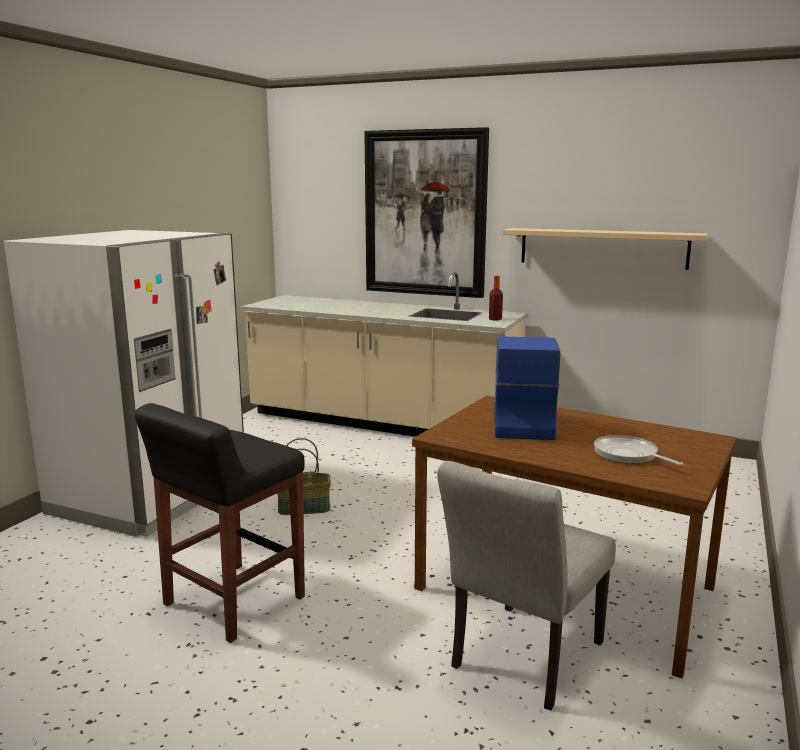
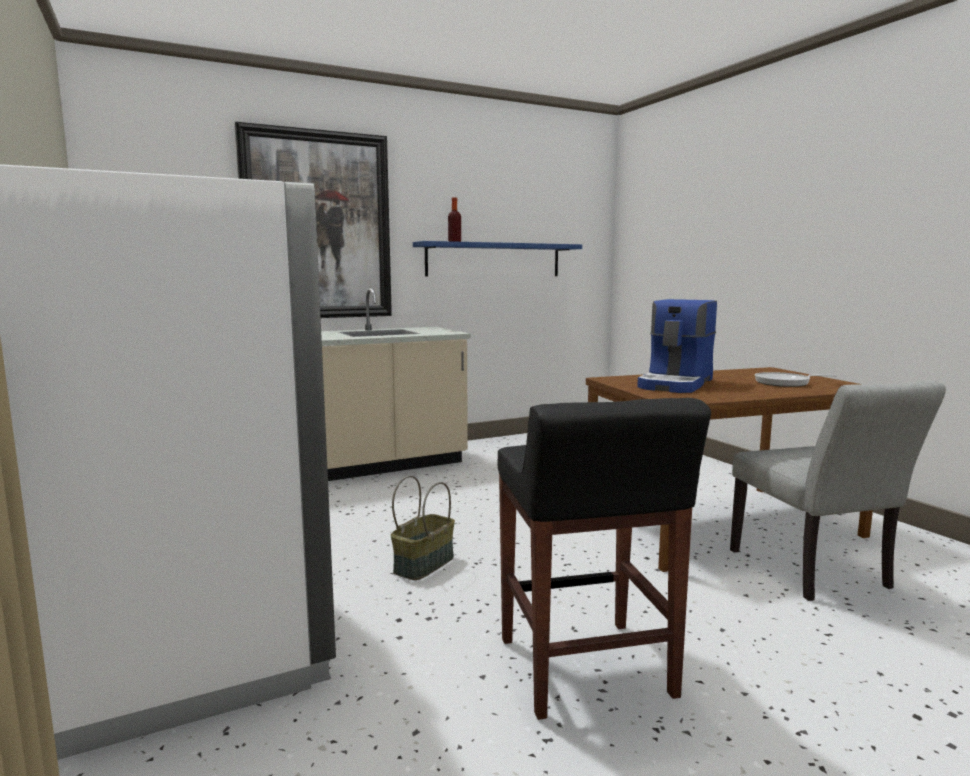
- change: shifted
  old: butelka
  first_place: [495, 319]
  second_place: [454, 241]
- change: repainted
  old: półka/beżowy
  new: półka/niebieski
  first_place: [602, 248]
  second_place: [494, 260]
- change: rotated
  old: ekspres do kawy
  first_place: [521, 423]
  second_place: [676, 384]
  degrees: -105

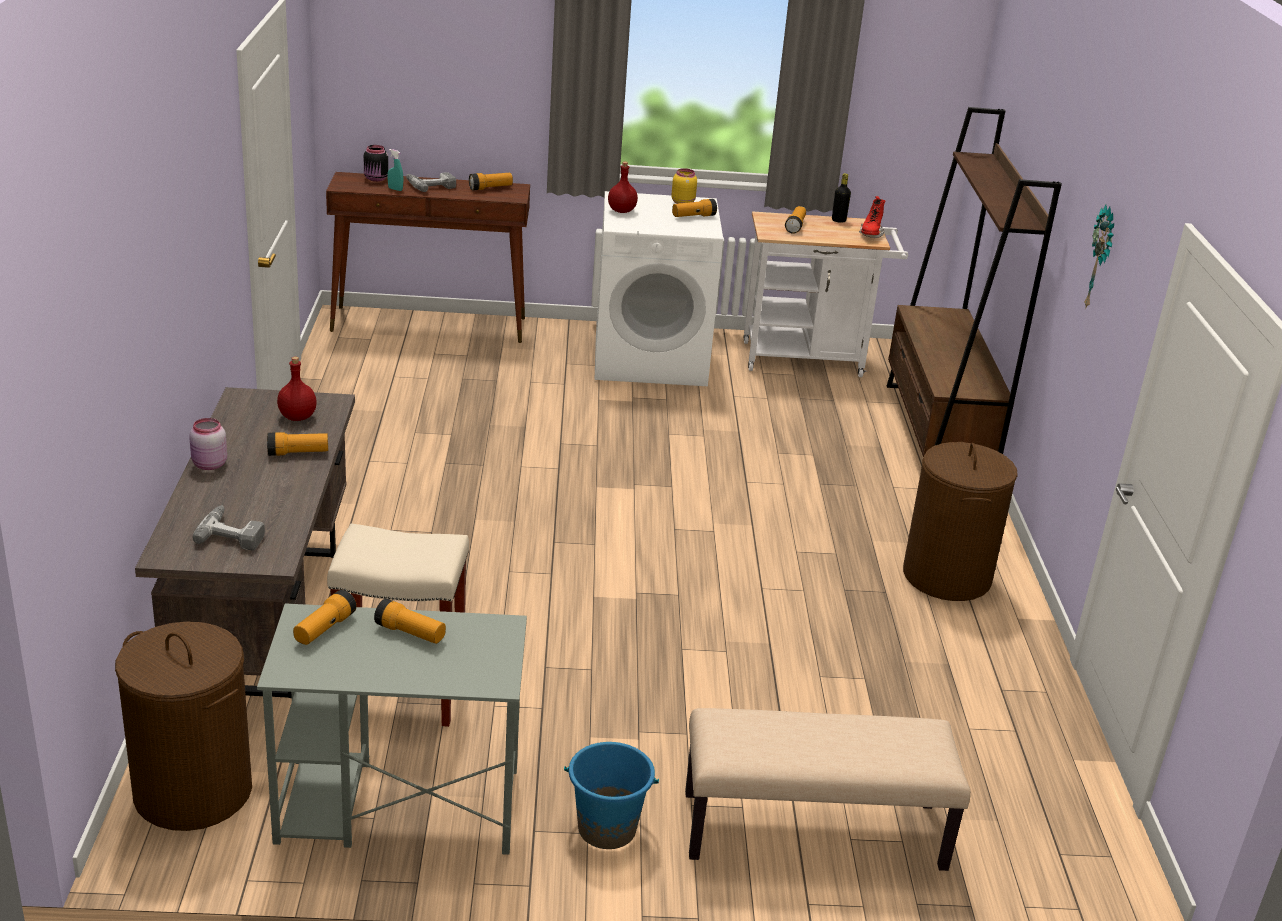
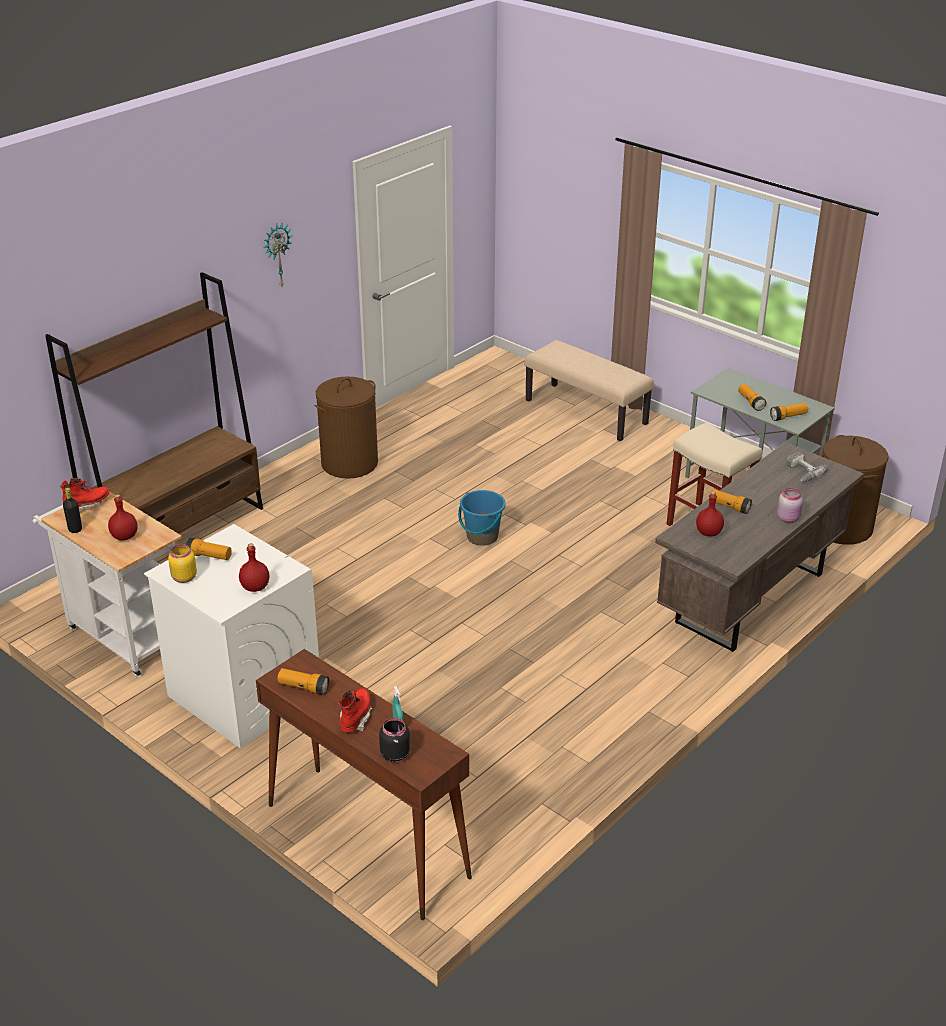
- change: shifted
  old: wiadro/niebieski
  first_place: [607, 829]
  second_place: [482, 537]
- change: swapped
  old: wiertarka
  new: but z cholewką/czerwony
  first_place: [430, 185]
  second_place: [355, 718]
- change: swapped
  old: latarka
  new: butelka/czerwony
  first_place: [795, 226]
  second_place: [124, 536]

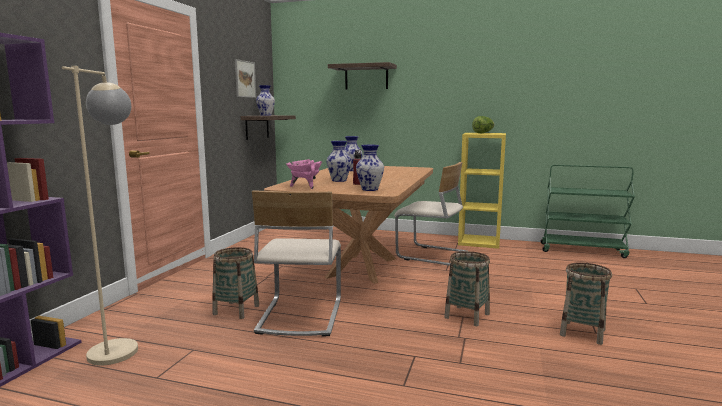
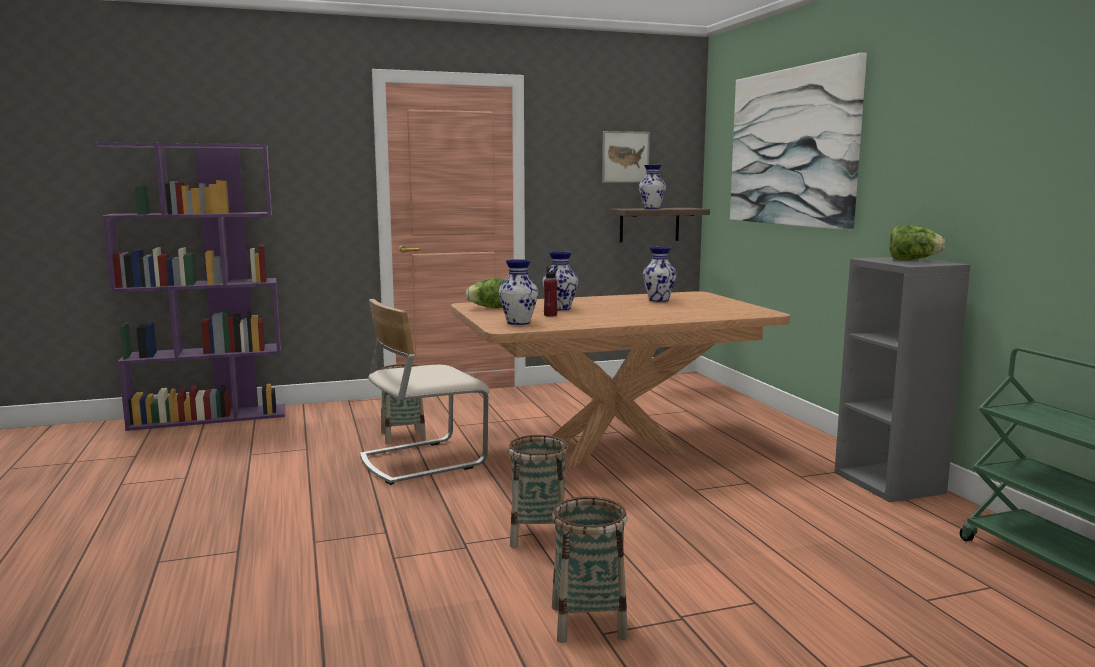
- change: gone
  old: lampa stojąca/beżowy
  first_place: [121, 345]
- change: gone
  old: krzesło/beżowy
  first_place: [432, 256]
- change: swapped
  old: garnek/różowy
  new: sałata
  first_place: [305, 187]
  second_place: [489, 308]
- change: swapped
  old: półka
  new: obraz
  first_place: [366, 77]
  second_place: [791, 147]
- change: repainted
  old: regał/żółty
  new: regał/szary
  first_place: [479, 242]
  second_place: [890, 483]

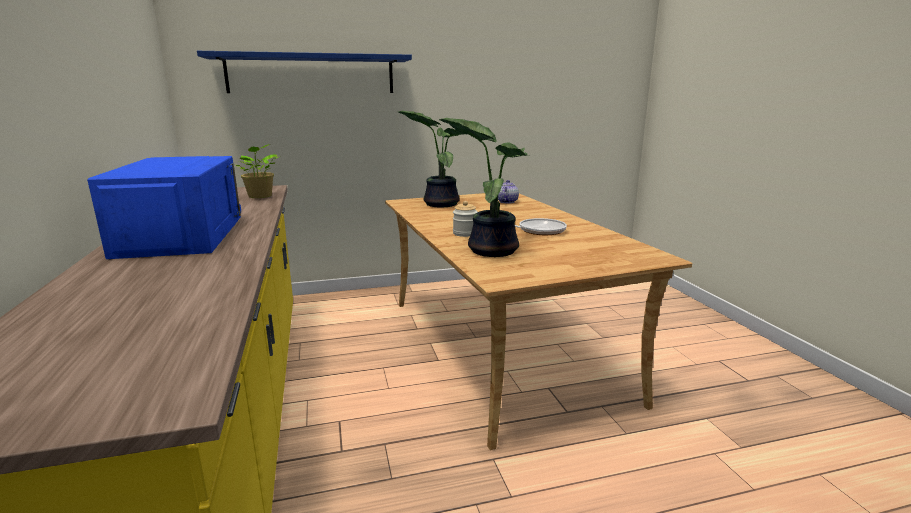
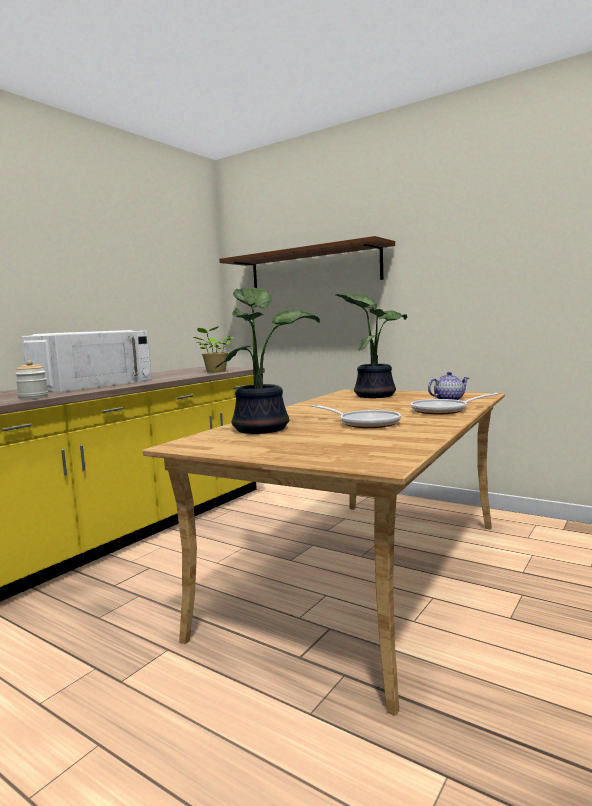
- change: new
  new: patelnia
  second_place: [443, 410]
- change: shifted
  old: słoik
  first_place: [465, 233]
  second_place: [33, 397]
- change: repainted
  old: mikrofalówka/niebieski
  new: mikrofalówka/biały
  first_place: [182, 235]
  second_place: [92, 384]
- change: repainted
  old: półka/niebieski
  new: półka/brązowy
  first_place: [311, 74]
  second_place: [313, 269]

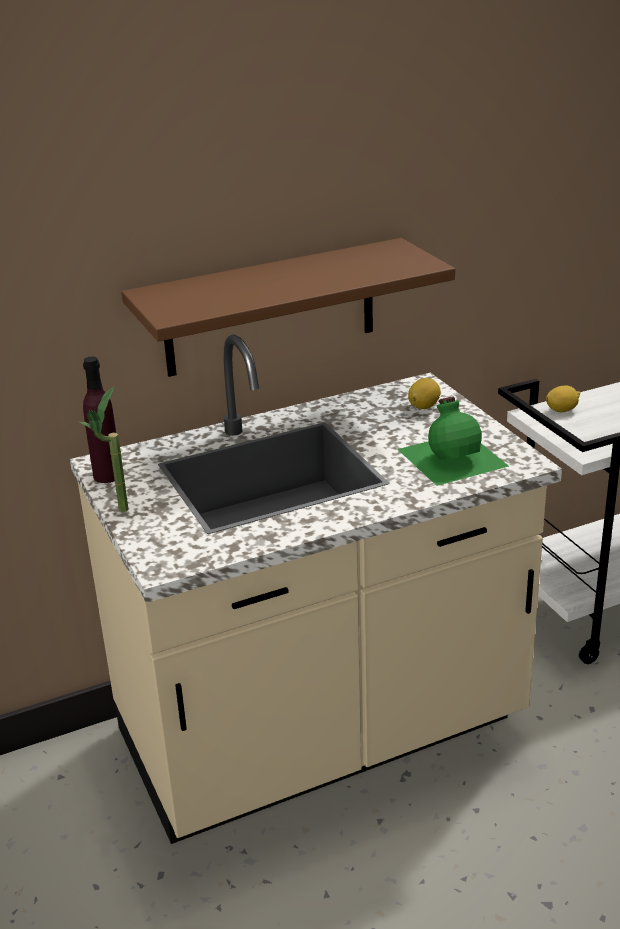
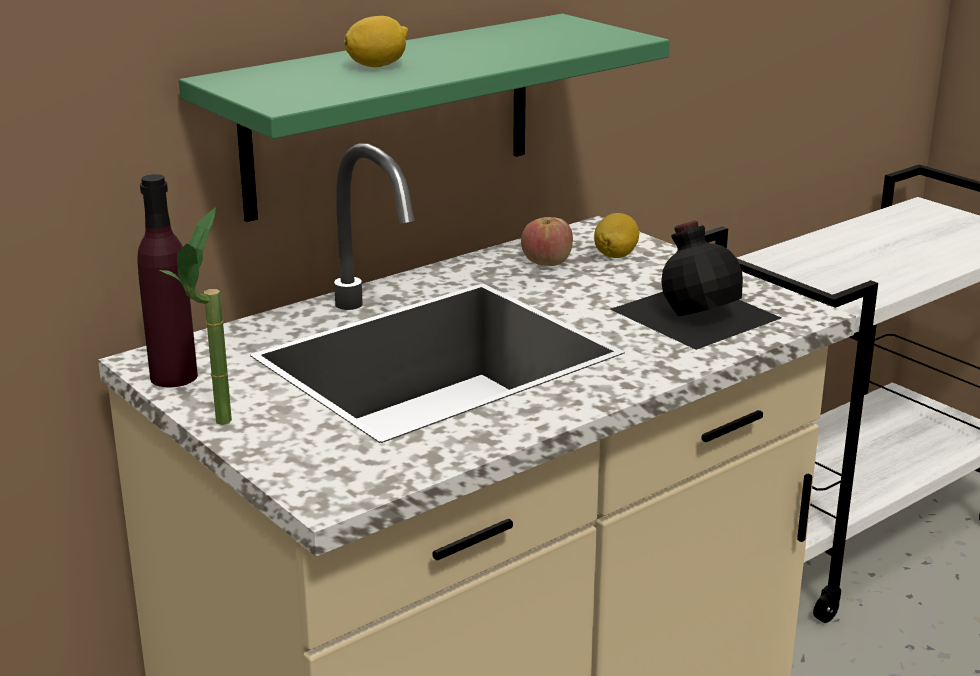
- change: new
  new: jabłko
  second_place: [546, 263]
- change: shifted
  old: cytryna
  first_place: [562, 410]
  second_place: [377, 66]
- change: repainted
  old: półka/brązowy
  new: półka/zielony
  first_place: [270, 308]
  second_place: [390, 115]
- change: repainted
  old: butelka/zielony
  new: butelka/czarny
  first_place: [452, 456]
  second_place: [695, 312]

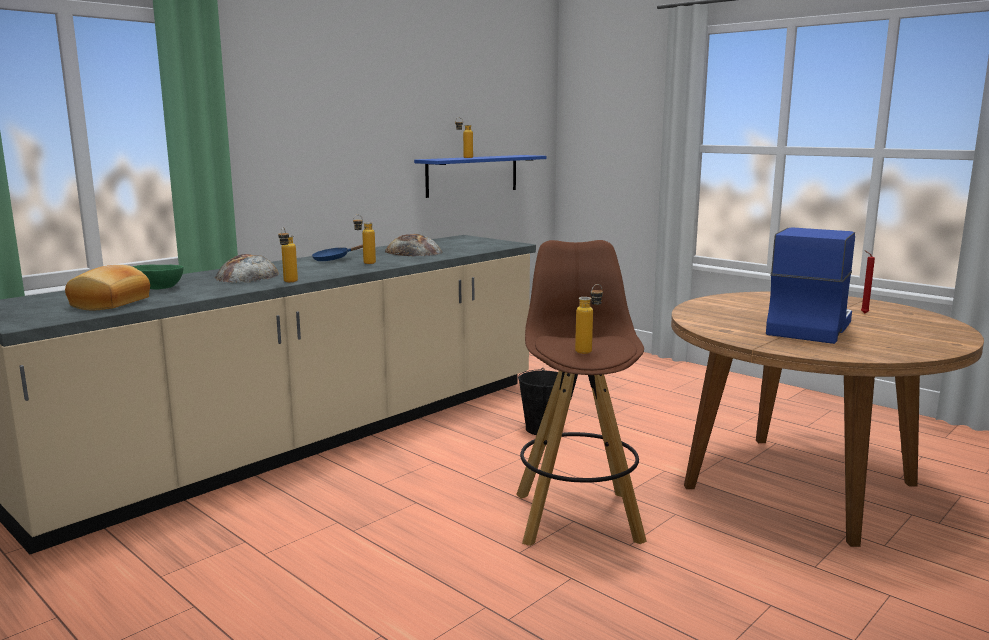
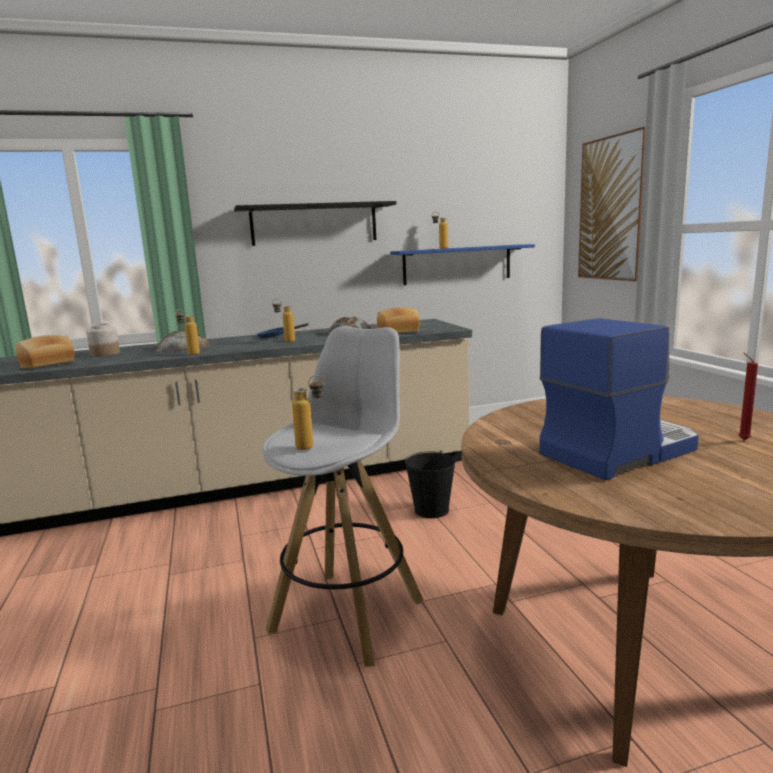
- change: new
  new: półka/czarny
  second_place: [314, 224]
- change: new
  new: chleb
  second_place: [398, 331]
- change: new
  new: obraz
  second_place: [612, 209]
- change: swapped
  old: miska/zielony
  new: słoik
  first_place: [157, 288]
  second_place: [105, 354]
- change: repainted
  old: stołek/brązowy
  new: stołek/biały
  first_place: [577, 516]
  second_place: [348, 614]

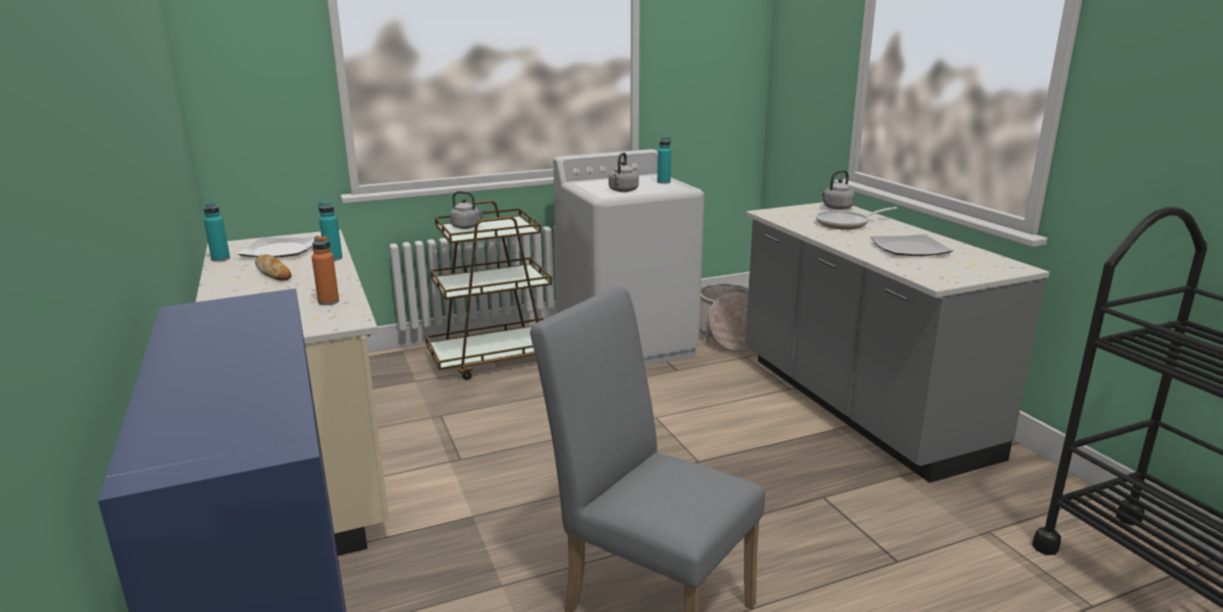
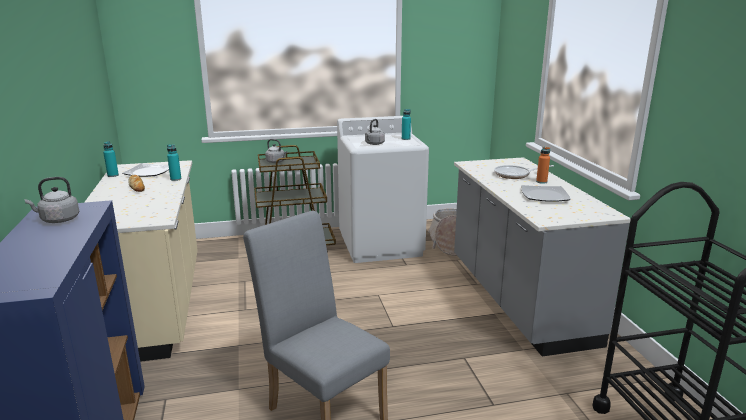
- change: shifted
  old: butelka/pomarańczowy
  first_place: [328, 302]
  second_place: [541, 182]
- change: shifted
  old: czajnik/szary
  first_place: [836, 208]
  second_place: [58, 220]

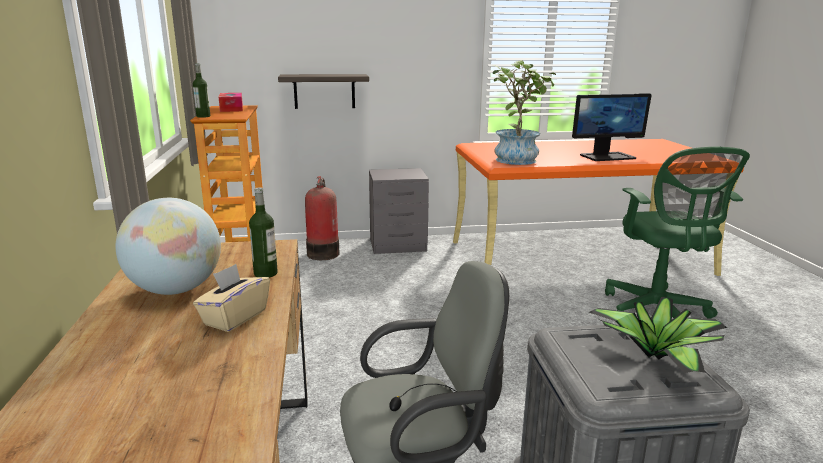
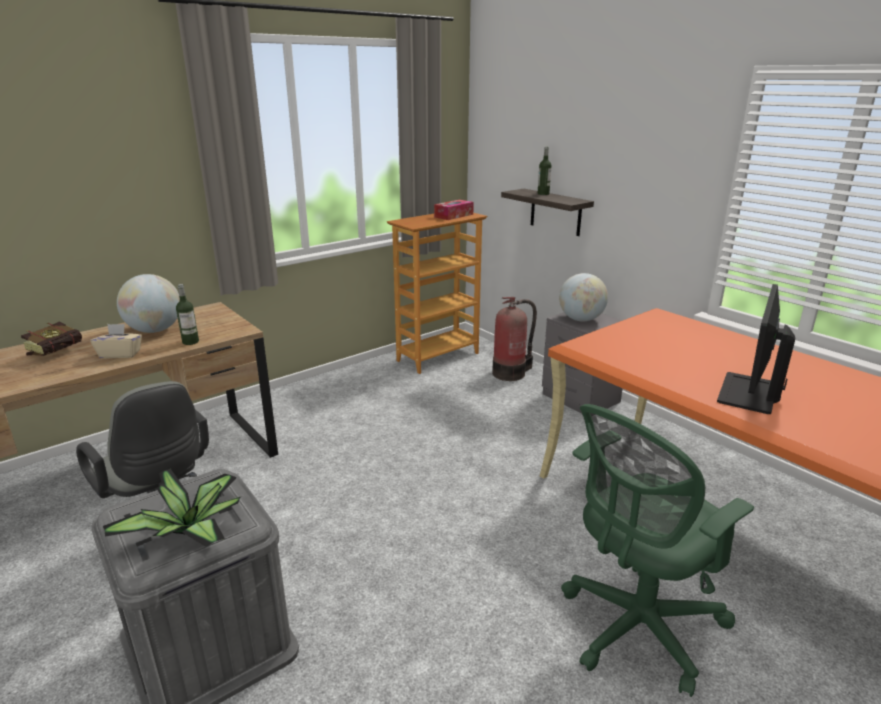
- change: gone
  old: roślina doniczkowa
  first_place: [517, 159]
- change: new
  new: książka
  second_place: [61, 351]
- change: new
  new: globus
  second_place: [581, 319]
- change: shifted
  old: butelka
  first_place: [203, 116]
  second_place: [543, 194]
- change: rotated
  old: monitor
  first_place: [607, 156]
  second_place: [749, 393]
  degrees: 75

